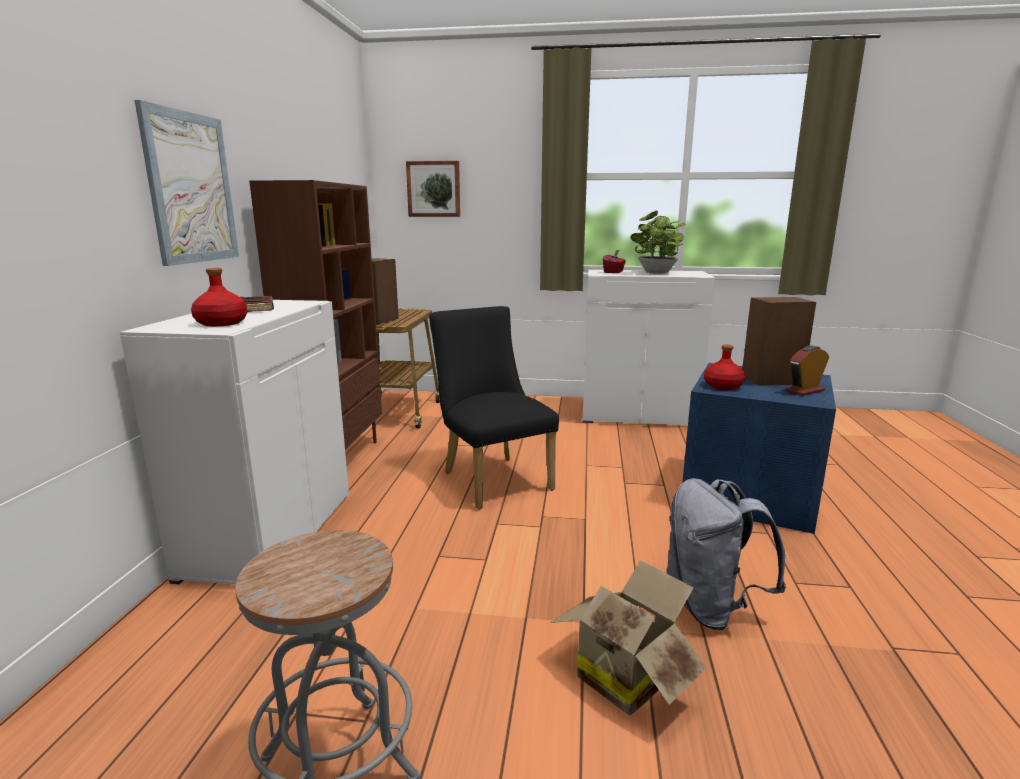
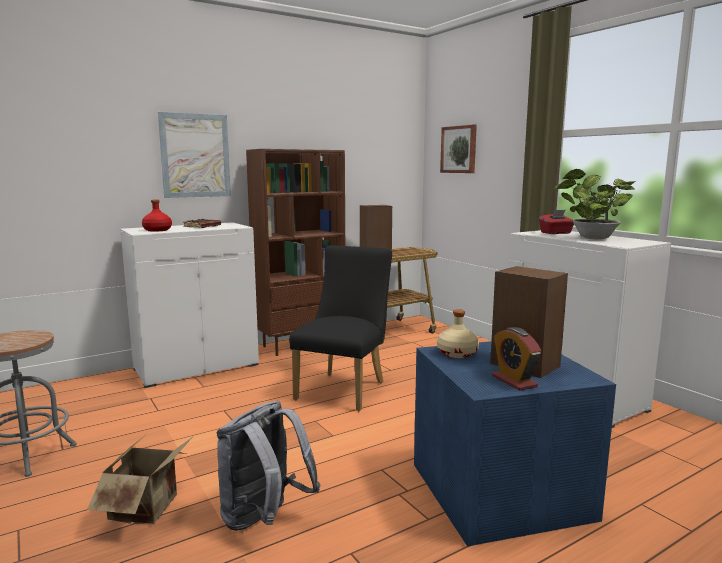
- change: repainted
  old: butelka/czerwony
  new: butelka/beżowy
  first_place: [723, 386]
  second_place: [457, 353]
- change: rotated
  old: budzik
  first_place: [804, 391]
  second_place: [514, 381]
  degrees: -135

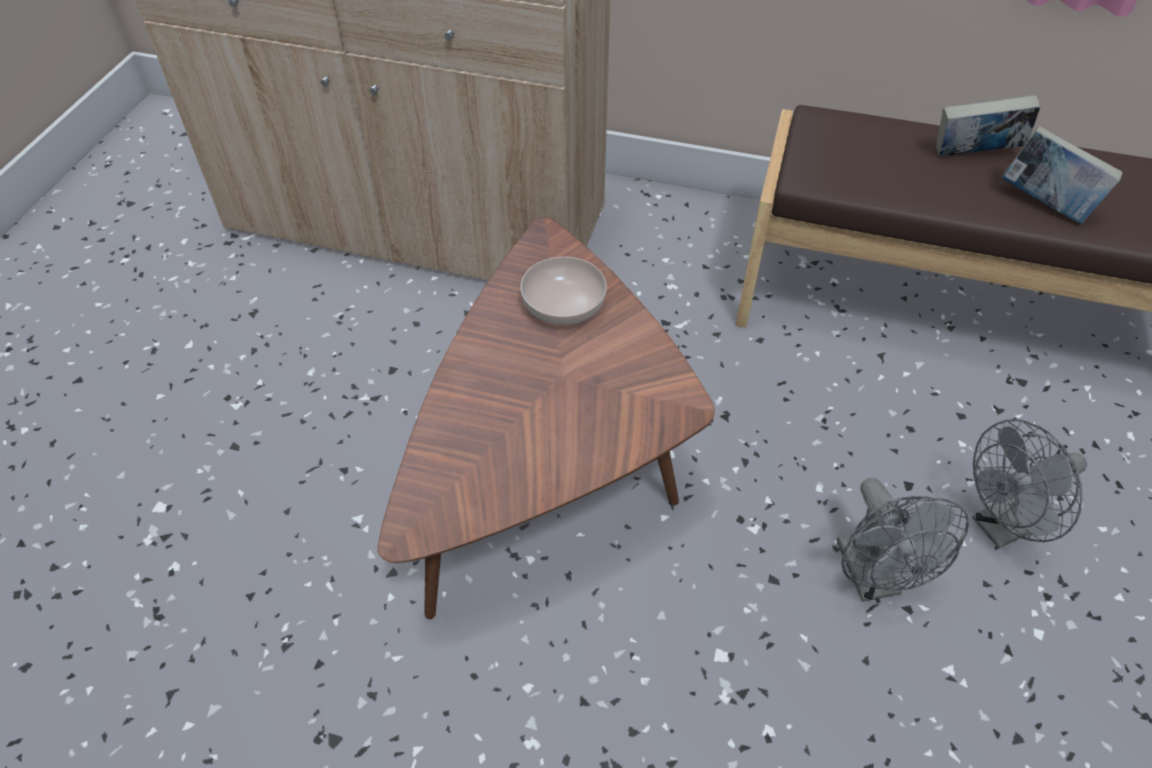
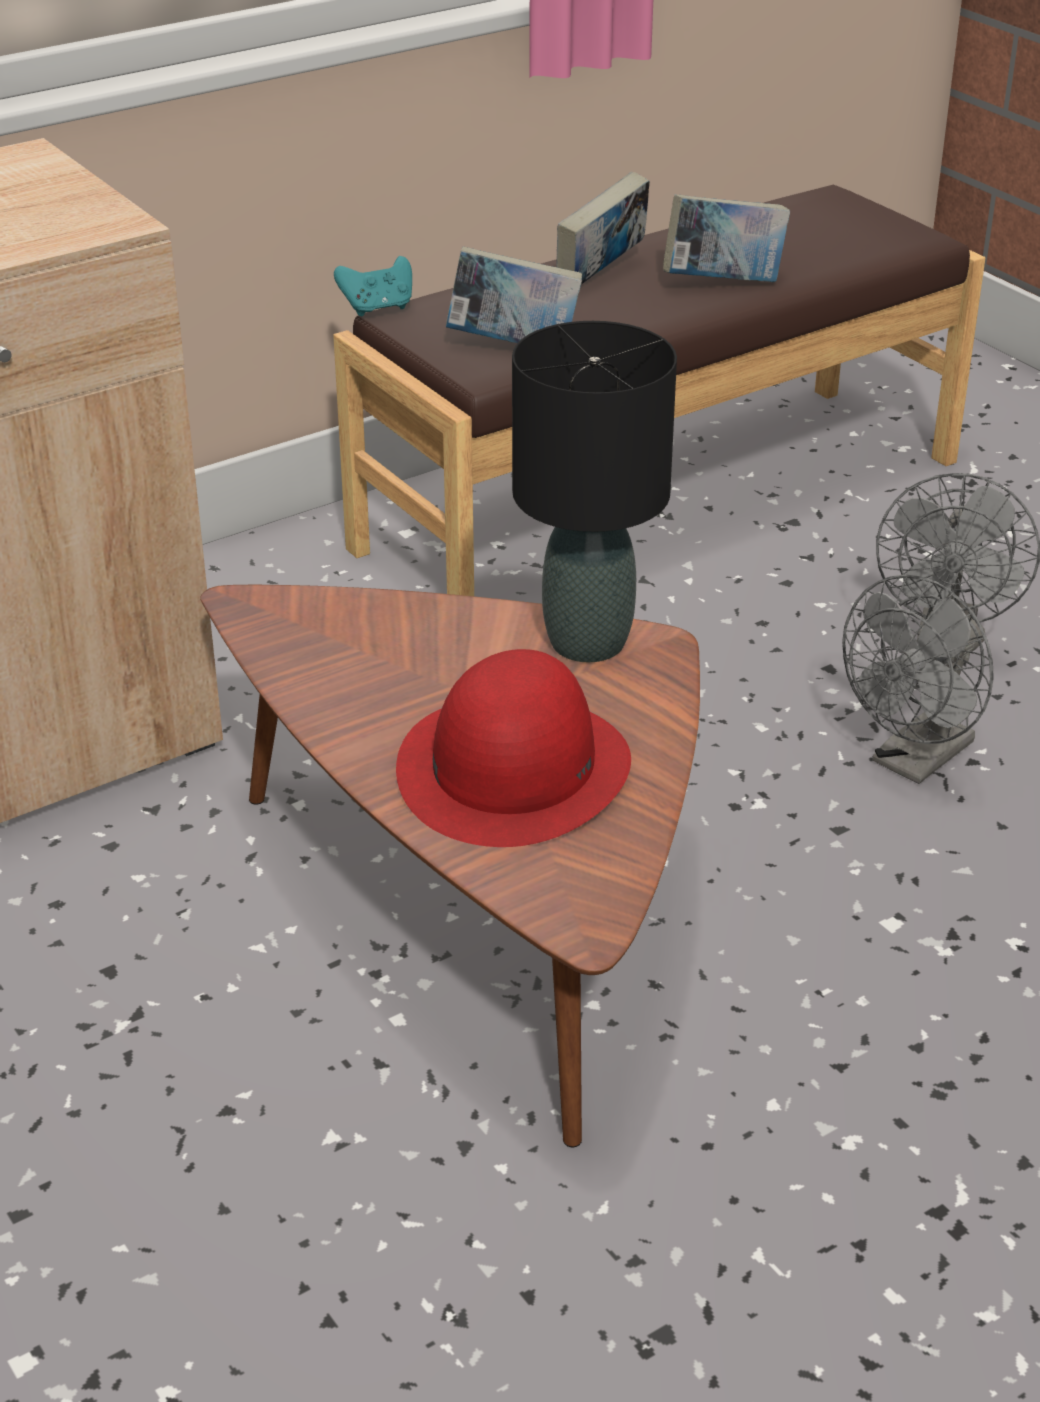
- change: gone
  old: miska
  first_place: [564, 303]
- change: new
  new: pad do gier/turkusowy
  second_place: [378, 308]
- change: new
  new: kapelusz/czerwony
  second_place: [513, 768]
- change: new
  new: książka
  second_place: [514, 347]
- change: new
  new: lampa stołowa/czarny
  second_place: [588, 641]
- change: rotated
  old: wentylator/szary
  first_place: [873, 579]
  second_place: [914, 761]
  degrees: 105

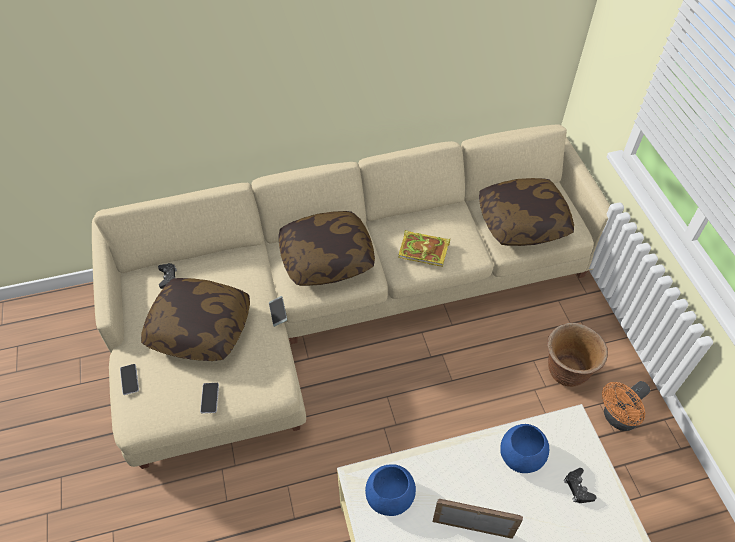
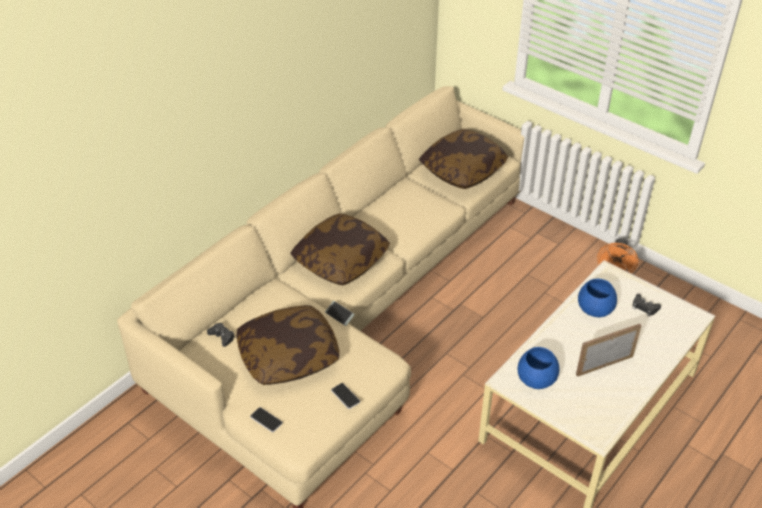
- change: gone
  old: książka
  first_place: [425, 250]
- change: gone
  old: donica/brązowy
  first_place: [566, 371]

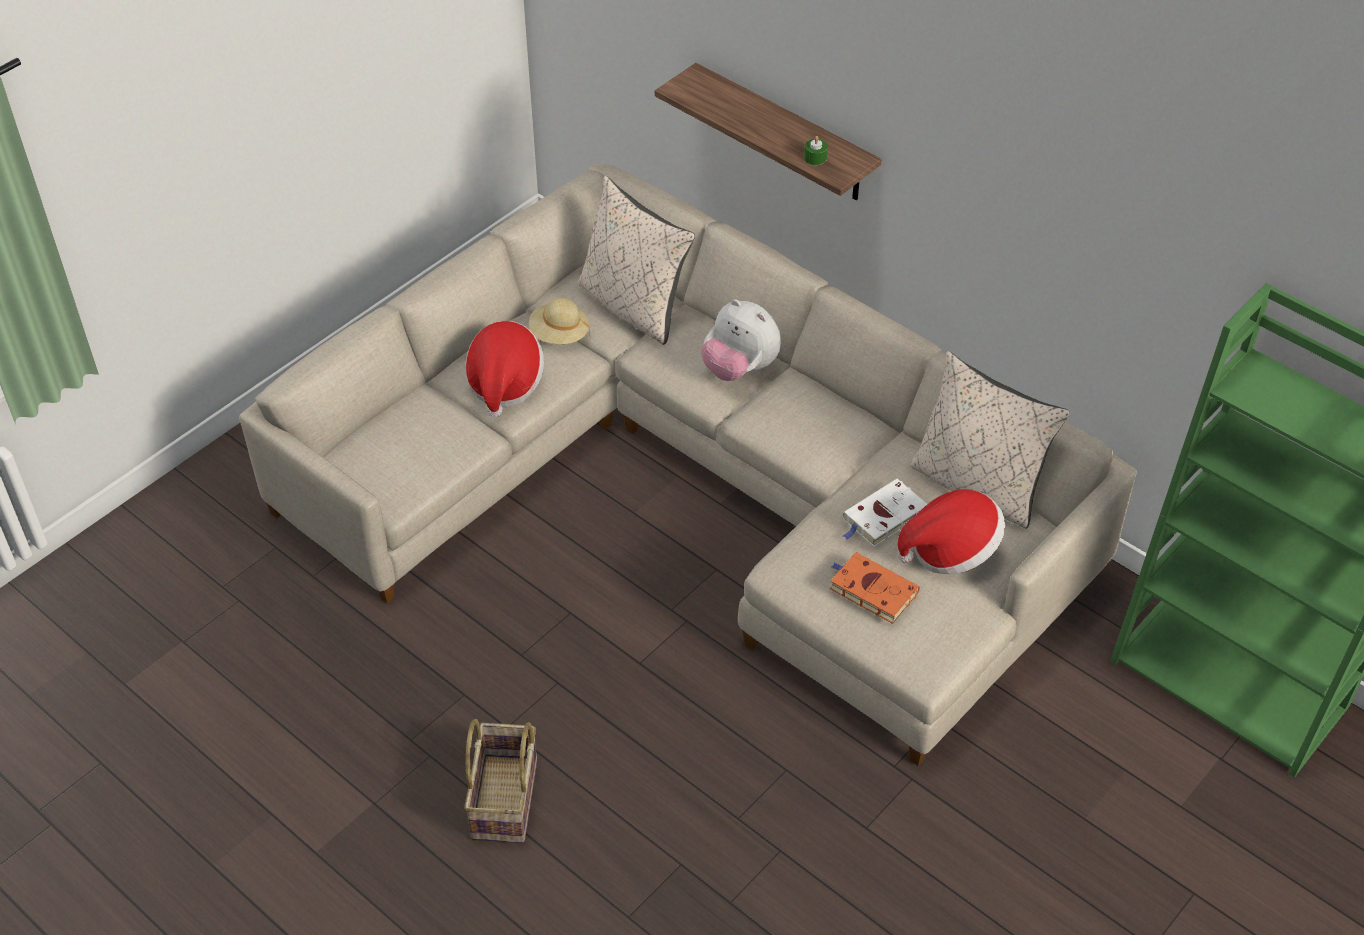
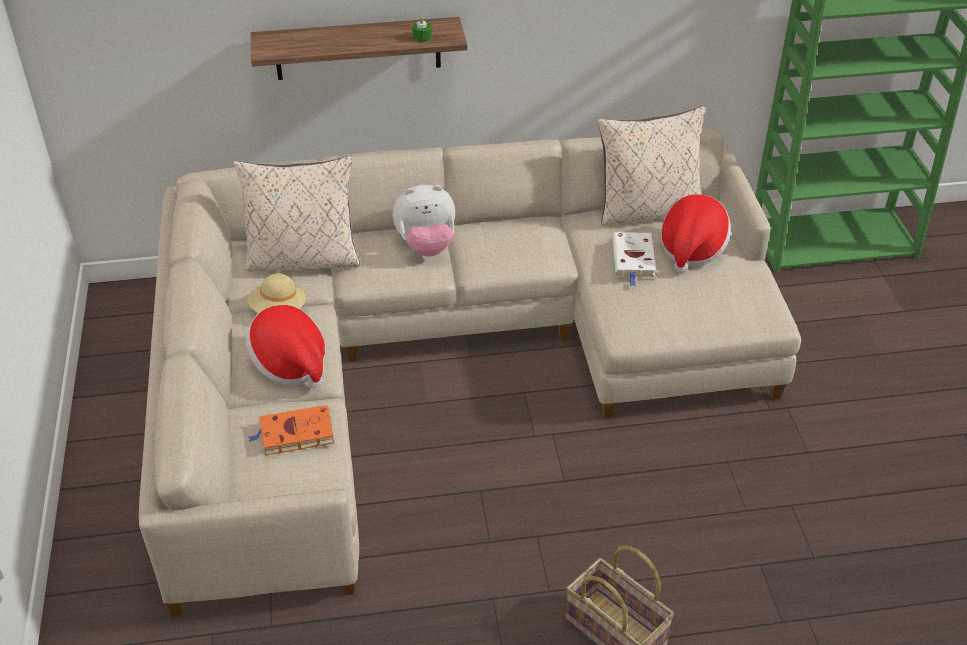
- change: shifted
  old: książka/pomarańczowy
  first_place: [871, 590]
  second_place: [294, 434]

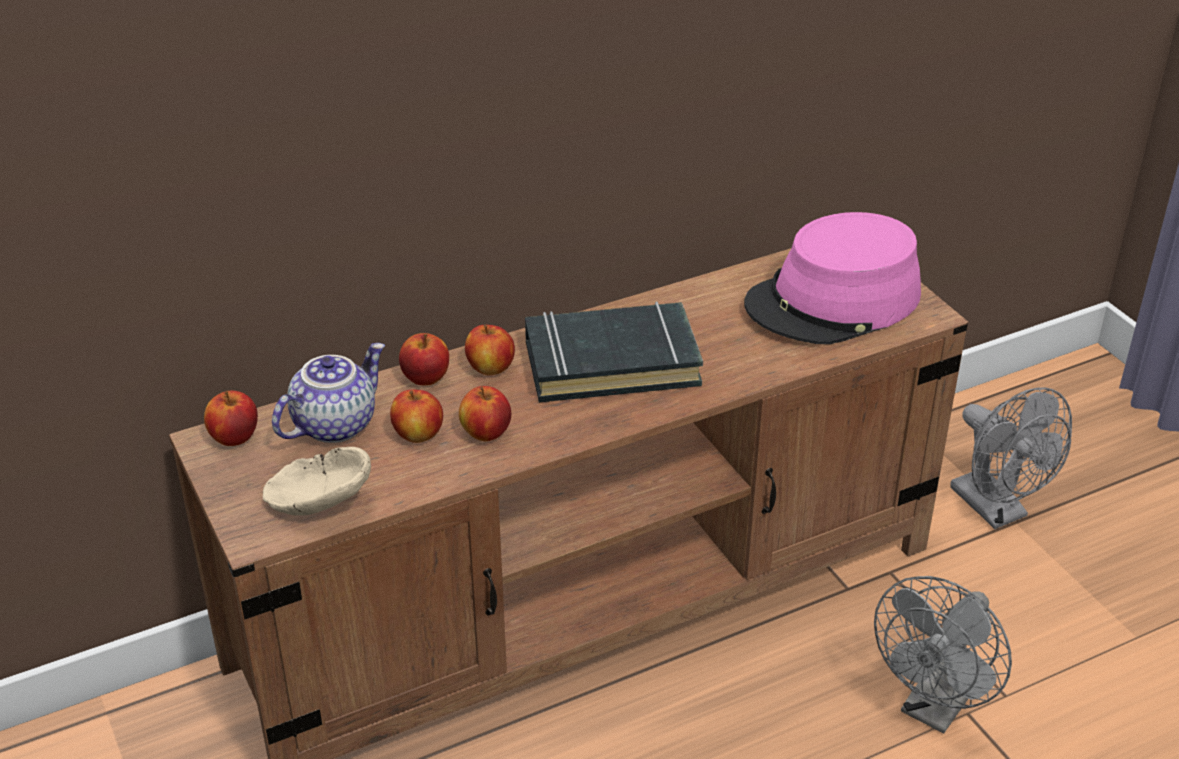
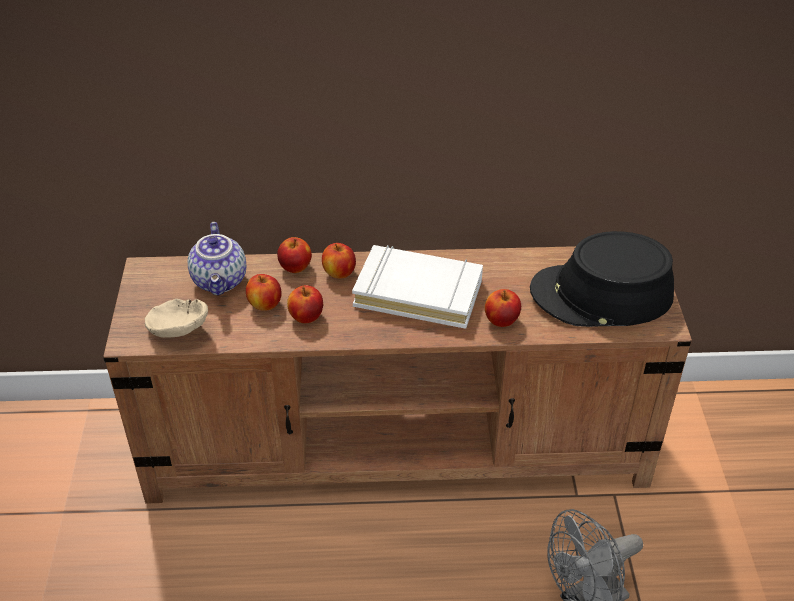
- change: gone
  old: wentylator/szary
  first_place: [997, 510]
- change: shifted
  old: jabłko
  first_place: [234, 438]
  second_place: [501, 320]
- change: repainted
  old: książka/czarny
  new: książka/biały
  first_place: [611, 362]
  second_place: [418, 293]
- change: repainted
  old: kapelusz/różowy
  new: kapelusz/czarny
  first_place: [833, 301]
  second_place: [601, 295]
- change: rotated
  old: imbryk
  first_place: [334, 424]
  second_place: [221, 281]
  degrees: 105

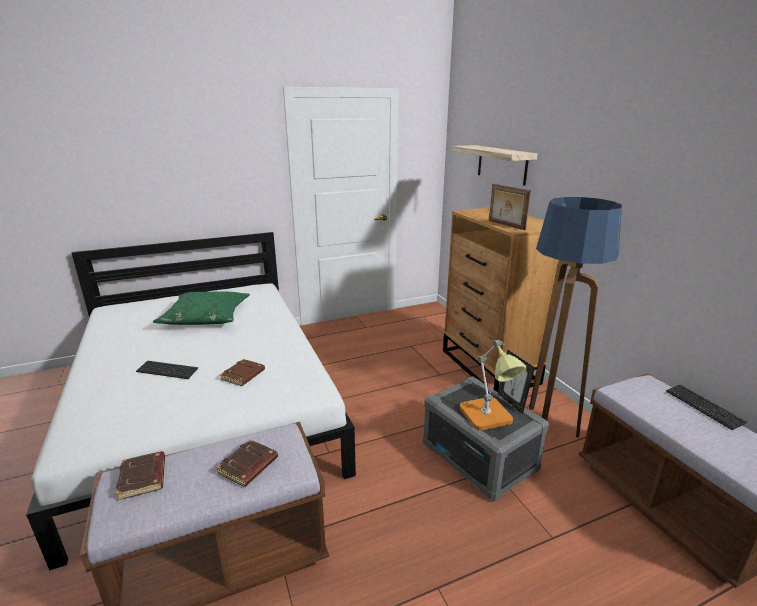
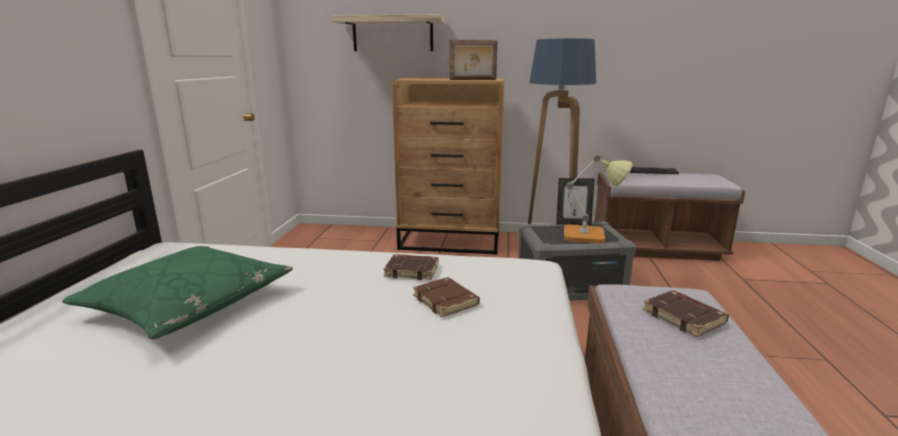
- change: gone
  old: klawiatura
  first_place: [167, 371]
- change: shifted
  old: książka/brązowy
  first_place: [143, 478]
  second_place: [412, 270]

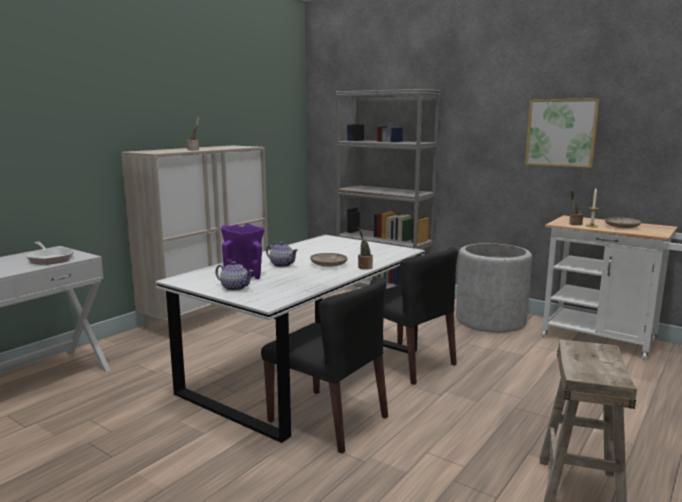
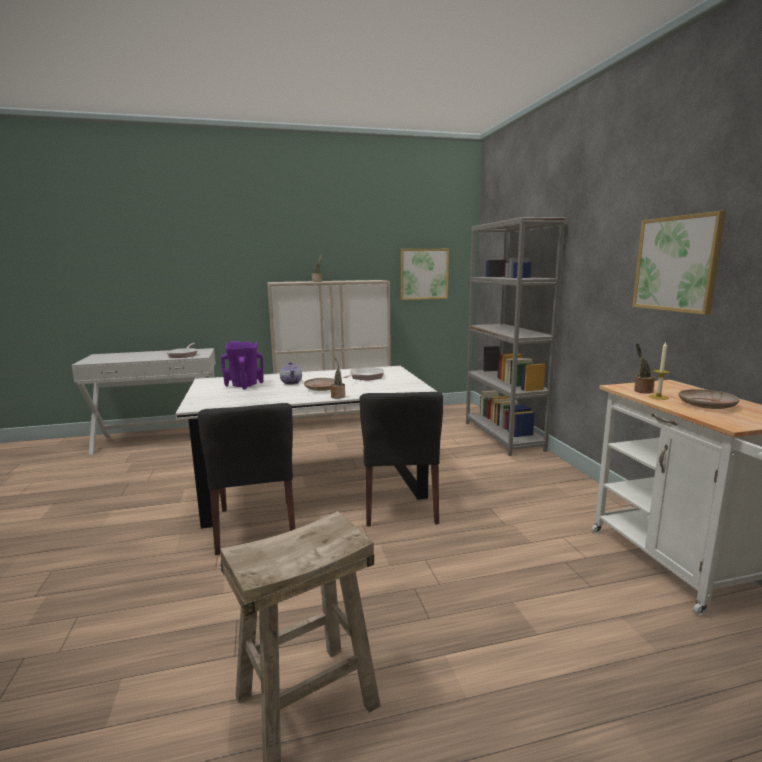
- change: gone
  old: imbryk
  first_place: [235, 287]
- change: gone
  old: donica/szary
  first_place: [490, 320]
- change: new
  new: patelnia
  second_place: [365, 377]
- change: new
  new: obraz
  second_place: [424, 274]

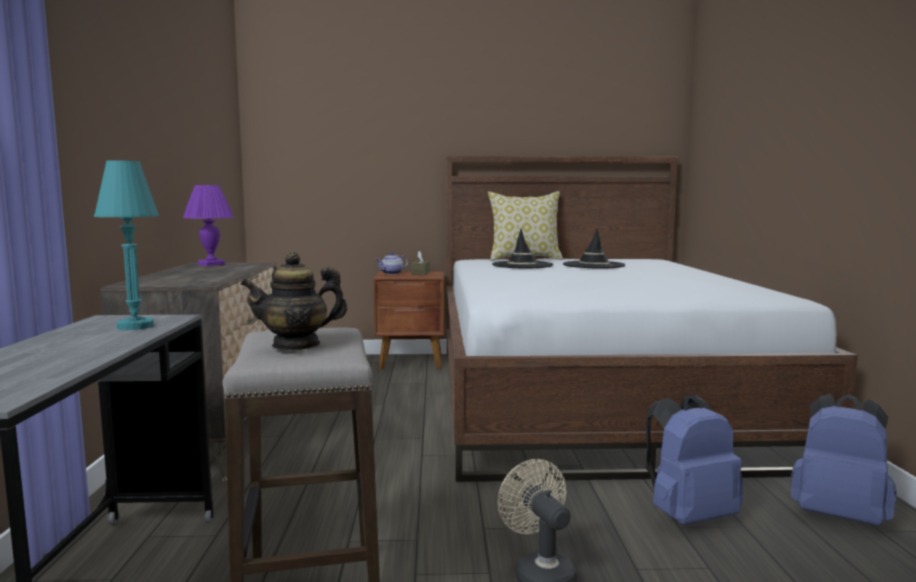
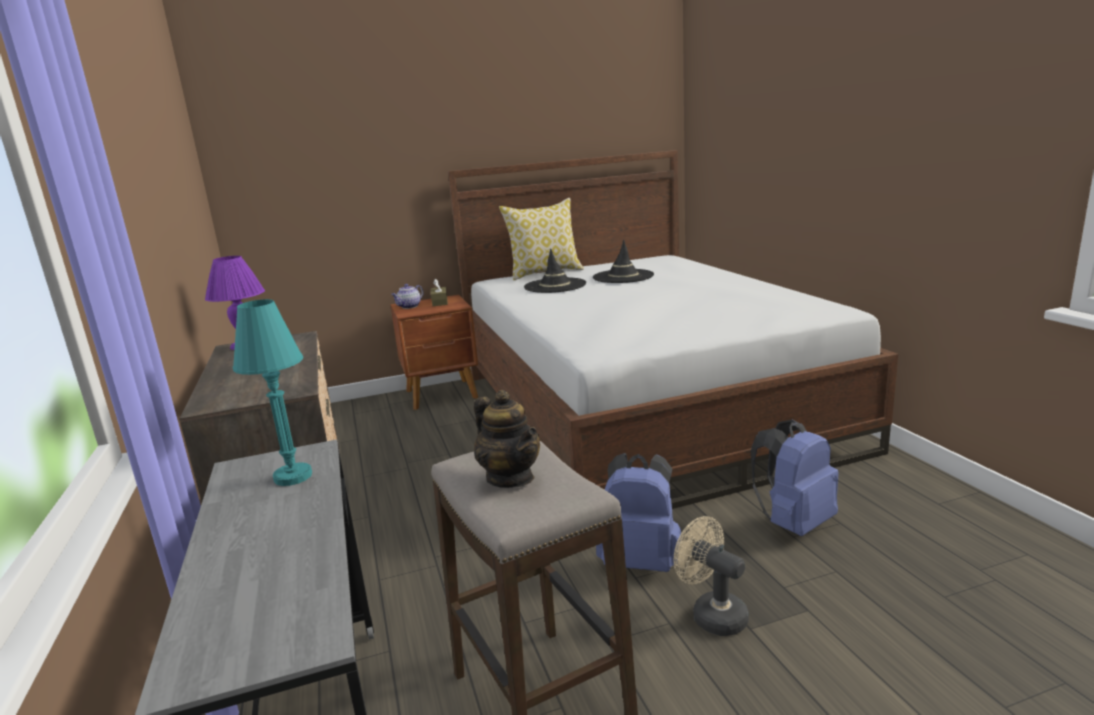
- change: shifted
  old: plecak/niebieski
  first_place: [839, 515]
  second_place: [641, 561]
- change: rotated
  old: imbryk
  first_place: [296, 345]
  second_place: [510, 478]
  degrees: -90

